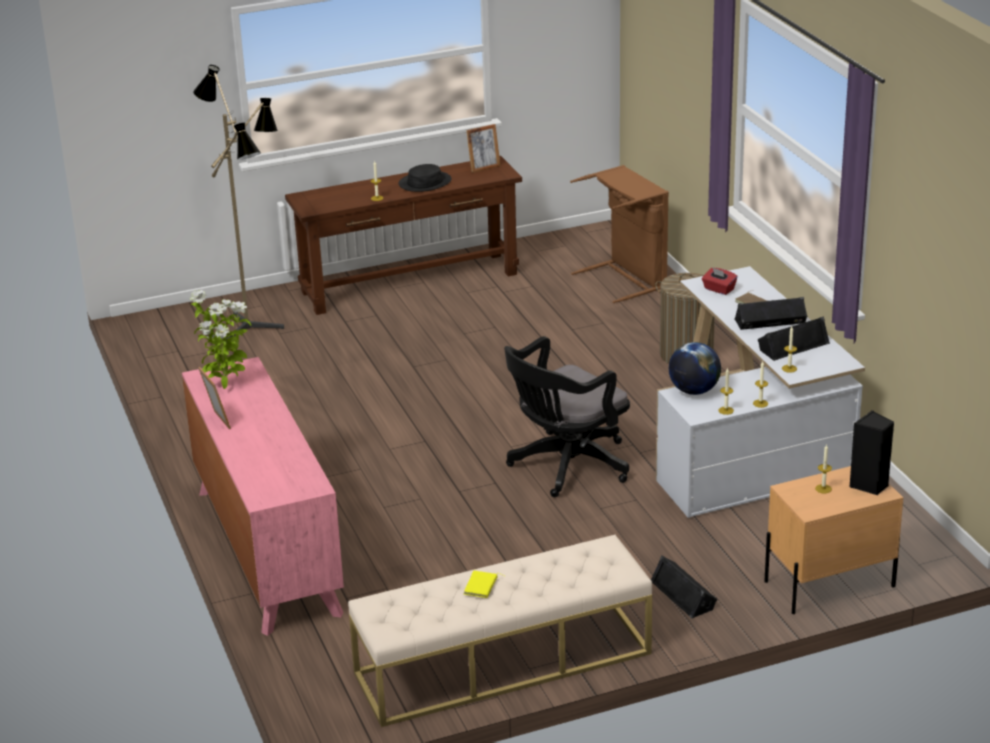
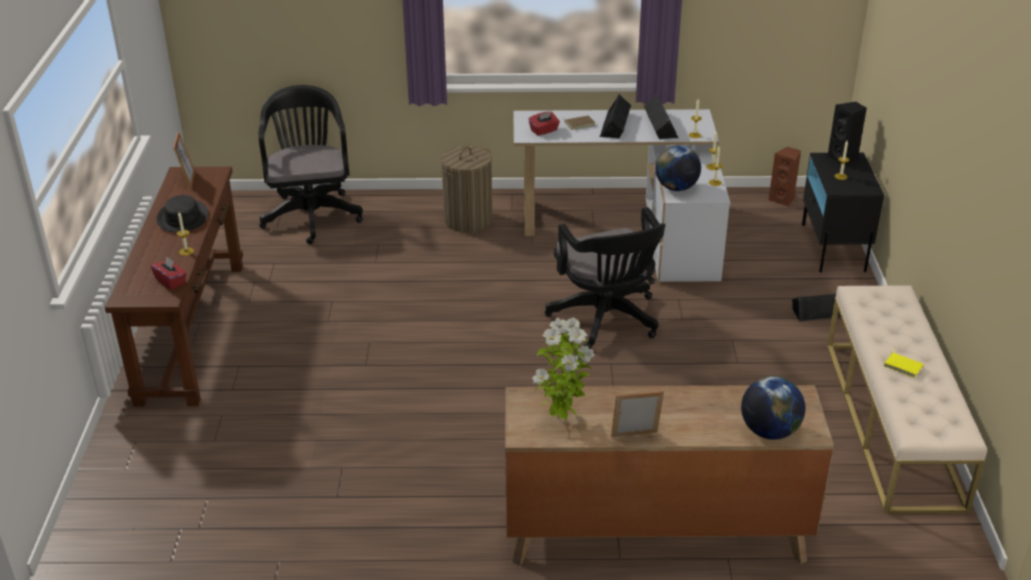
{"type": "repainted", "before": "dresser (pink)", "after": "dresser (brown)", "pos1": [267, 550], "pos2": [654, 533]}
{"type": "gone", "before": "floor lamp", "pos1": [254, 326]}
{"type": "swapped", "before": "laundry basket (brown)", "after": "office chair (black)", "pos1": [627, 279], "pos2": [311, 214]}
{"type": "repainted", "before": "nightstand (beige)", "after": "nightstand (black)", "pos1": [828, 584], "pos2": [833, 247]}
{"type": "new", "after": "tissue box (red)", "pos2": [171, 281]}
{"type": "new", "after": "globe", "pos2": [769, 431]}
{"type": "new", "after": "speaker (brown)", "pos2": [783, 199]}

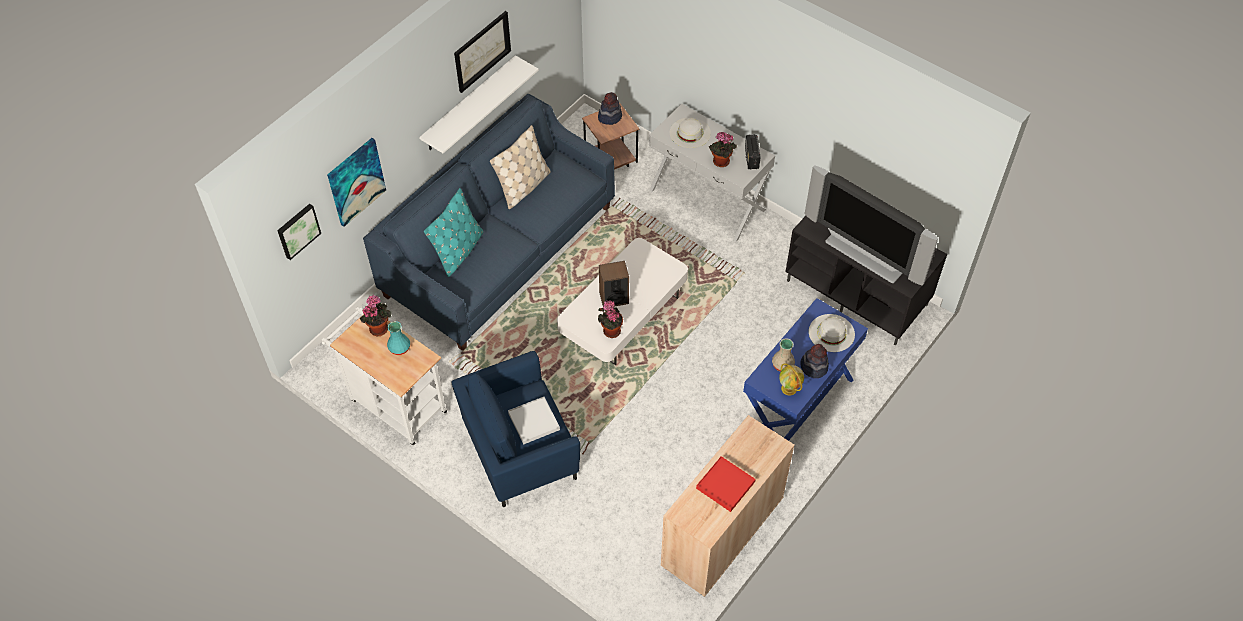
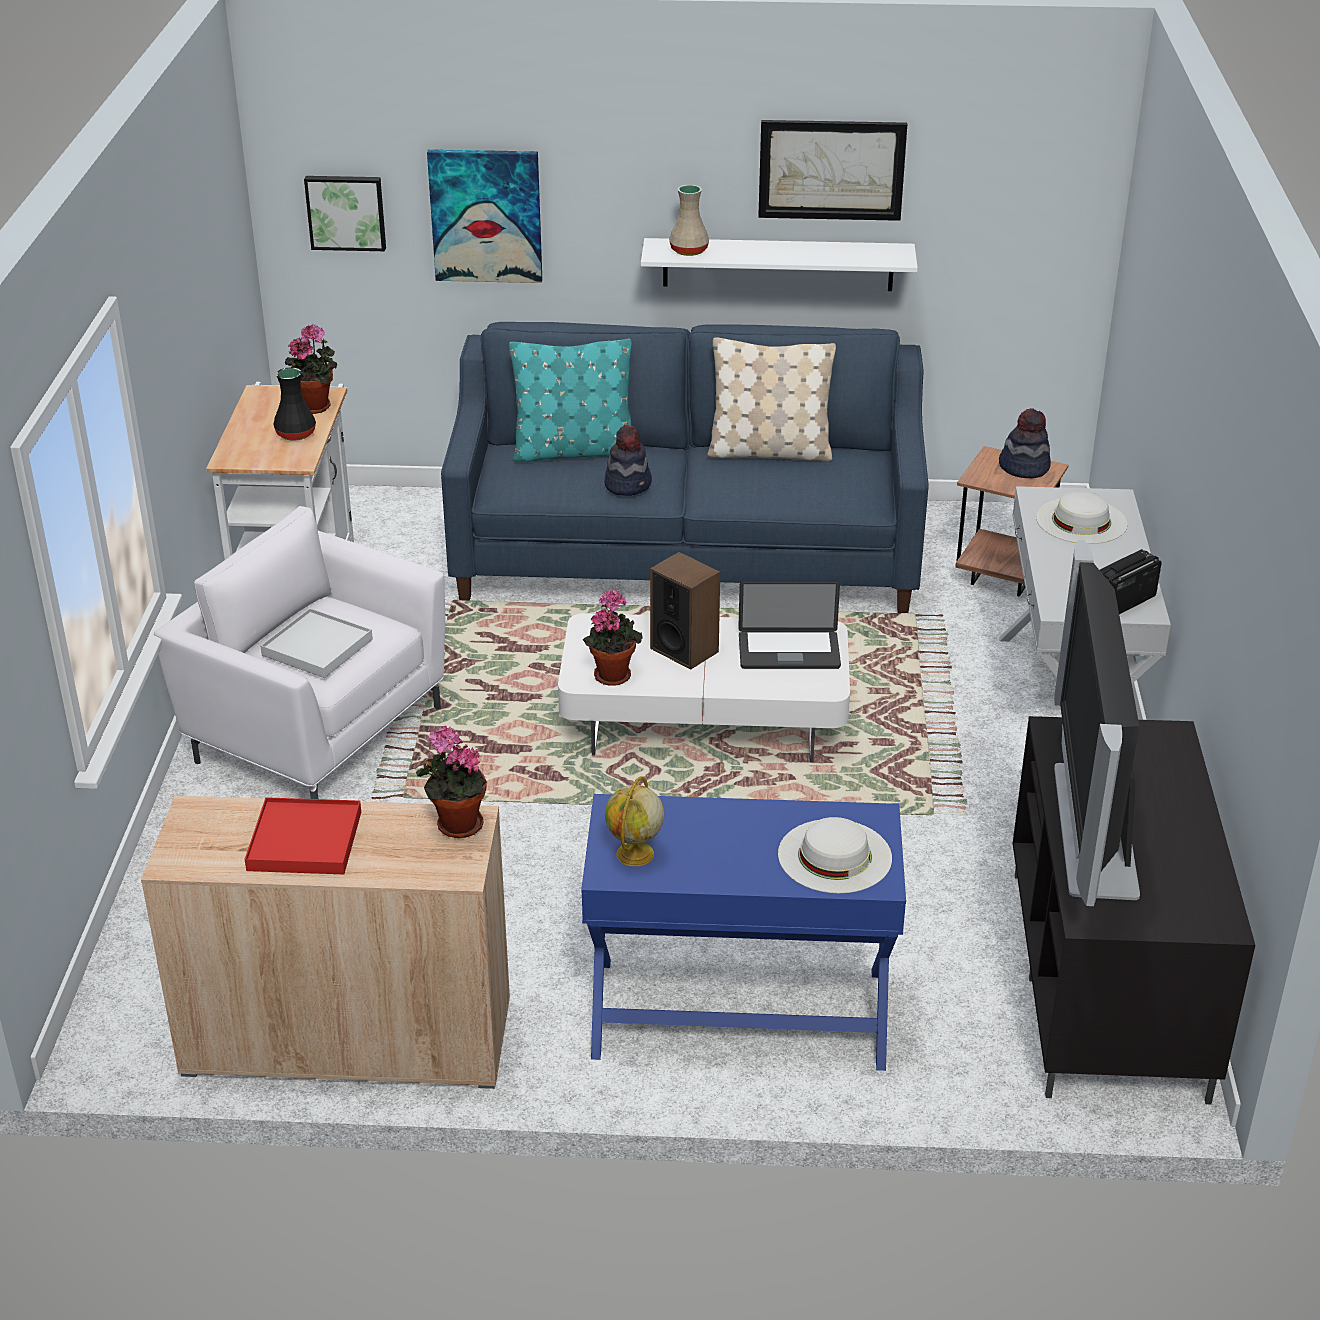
{"type": "repainted", "before": "vase (turquoise)", "after": "vase (black)", "pos1": [399, 348], "pos2": [295, 434]}
{"type": "repainted", "before": "armchair (blue)", "after": "armchair (white)", "pos1": [518, 452], "pos2": [316, 732]}
{"type": "shifted", "before": "potted plant", "pos1": [720, 162], "pos2": [455, 825]}
{"type": "shifted", "before": "vase (beige)", "pos1": [783, 365], "pos2": [688, 251]}
{"type": "shifted", "before": "hat", "pos1": [814, 367], "pos2": [628, 484]}
{"type": "new", "after": "laptop", "pos2": [789, 652]}

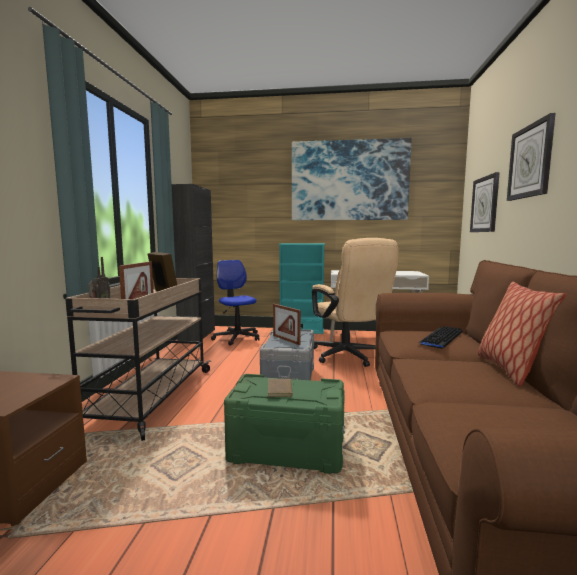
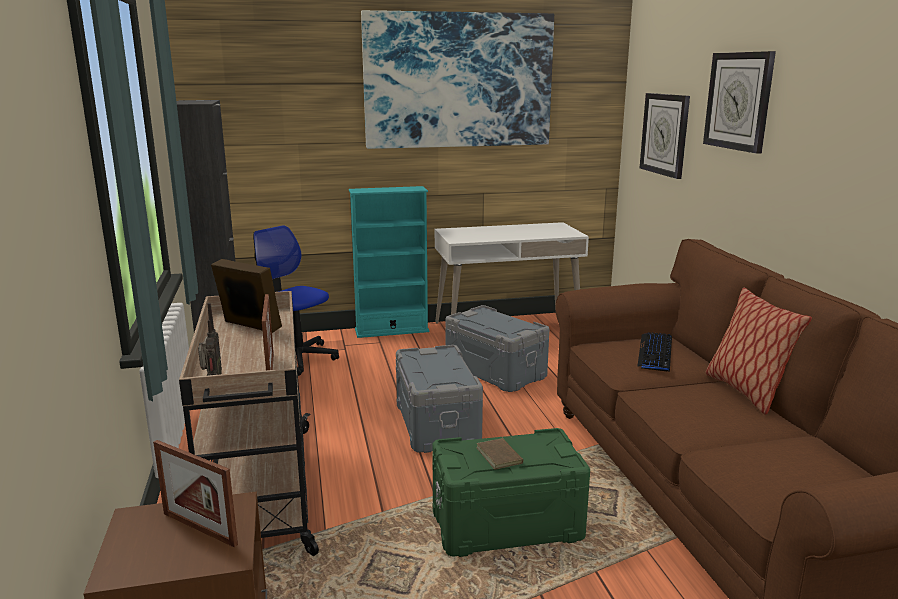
{"type": "shifted", "before": "picture frame", "pos1": [286, 340], "pos2": [199, 529]}
{"type": "swapped", "before": "office chair (beige)", "after": "storage box (grey)", "pos1": [349, 357], "pos2": [494, 371]}

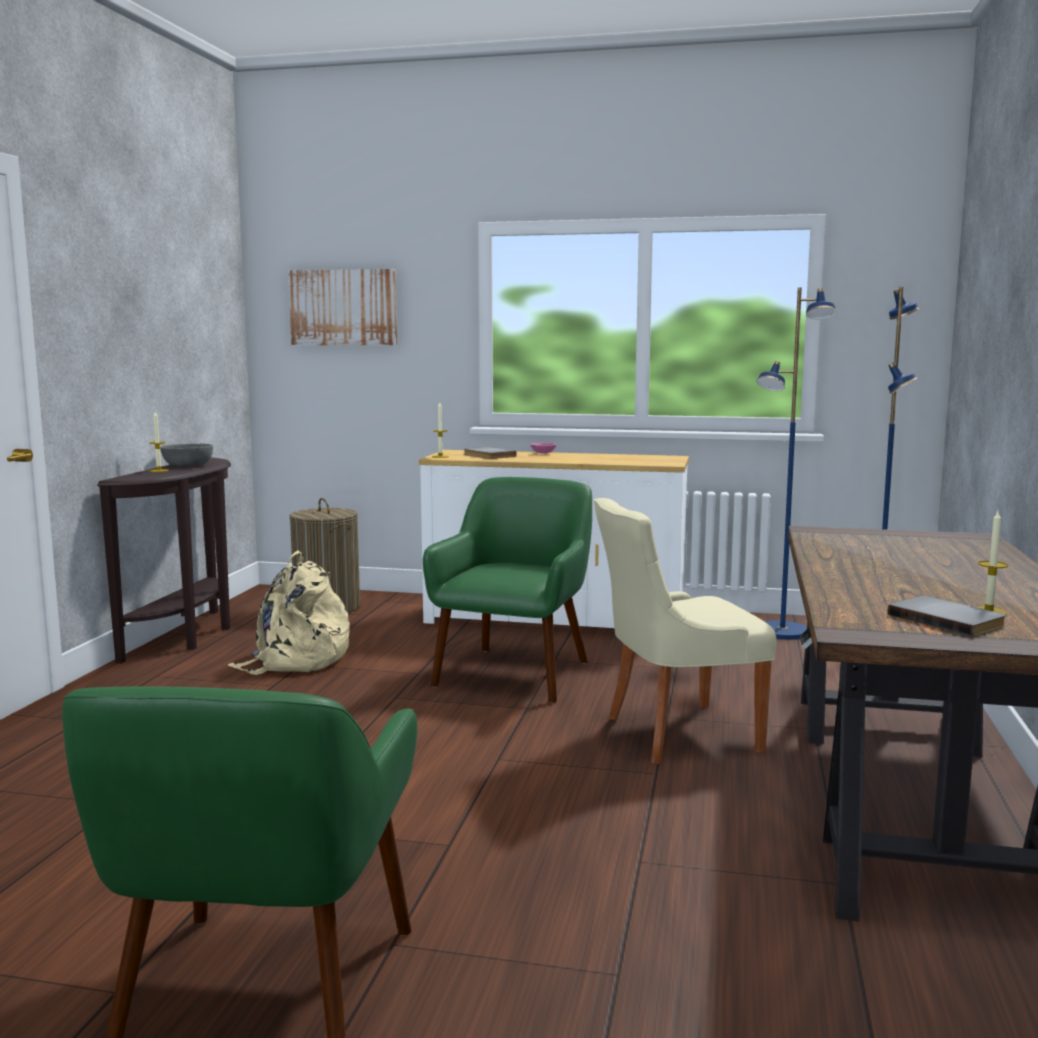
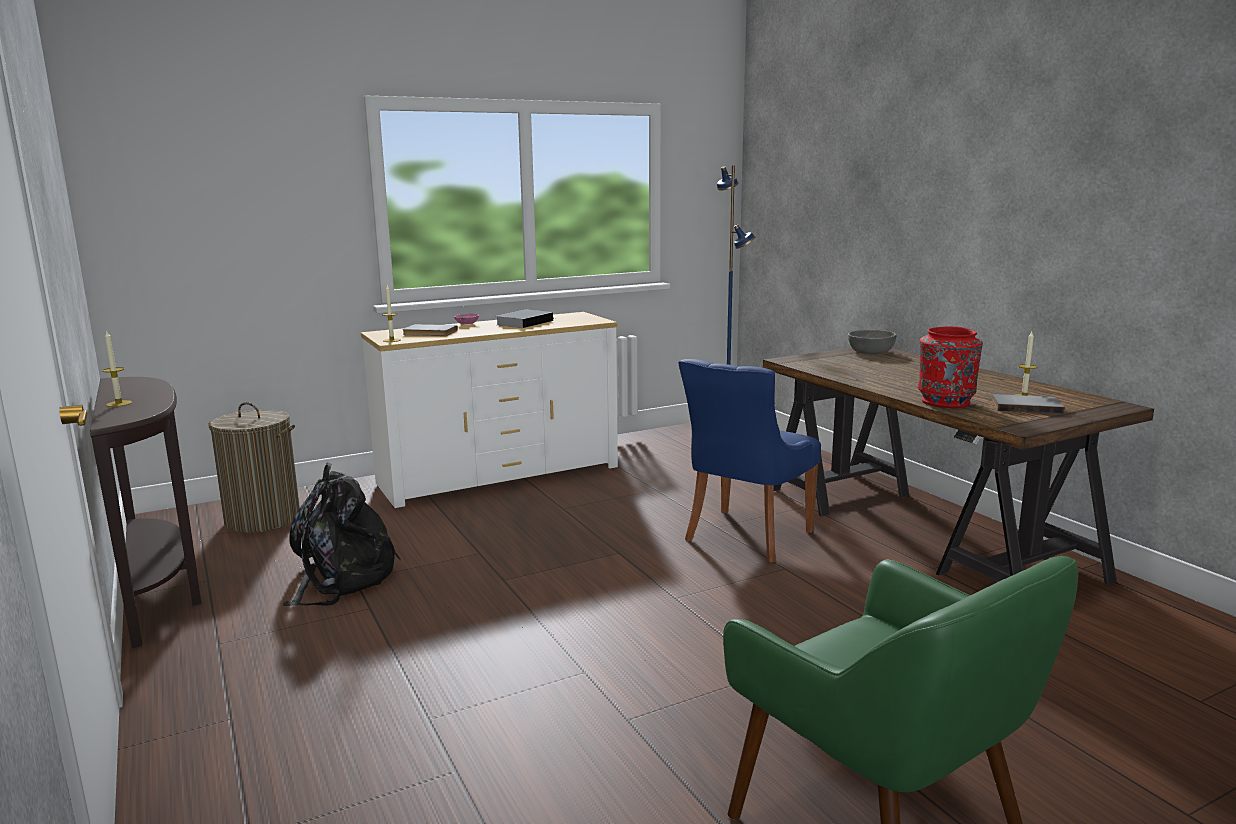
{"type": "shifted", "before": "bowl (grey)", "pos1": [187, 465], "pos2": [870, 352]}
{"type": "repainted", "before": "backpack (beige)", "after": "backpack (black)", "pos1": [296, 660], "pos2": [341, 578]}
{"type": "gone", "before": "picture", "pos1": [343, 307]}
{"type": "gone", "before": "armchair (green)", "pos1": [515, 673]}
{"type": "repainted", "before": "chair (beige)", "after": "chair (blue)", "pos1": [676, 734], "pos2": [745, 537]}
{"type": "gone", "before": "floor lamp (blue)", "pos1": [782, 632]}
{"type": "new", "after": "book", "pos2": [525, 322]}
{"type": "new", "after": "vase (red)", "pos2": [945, 402]}

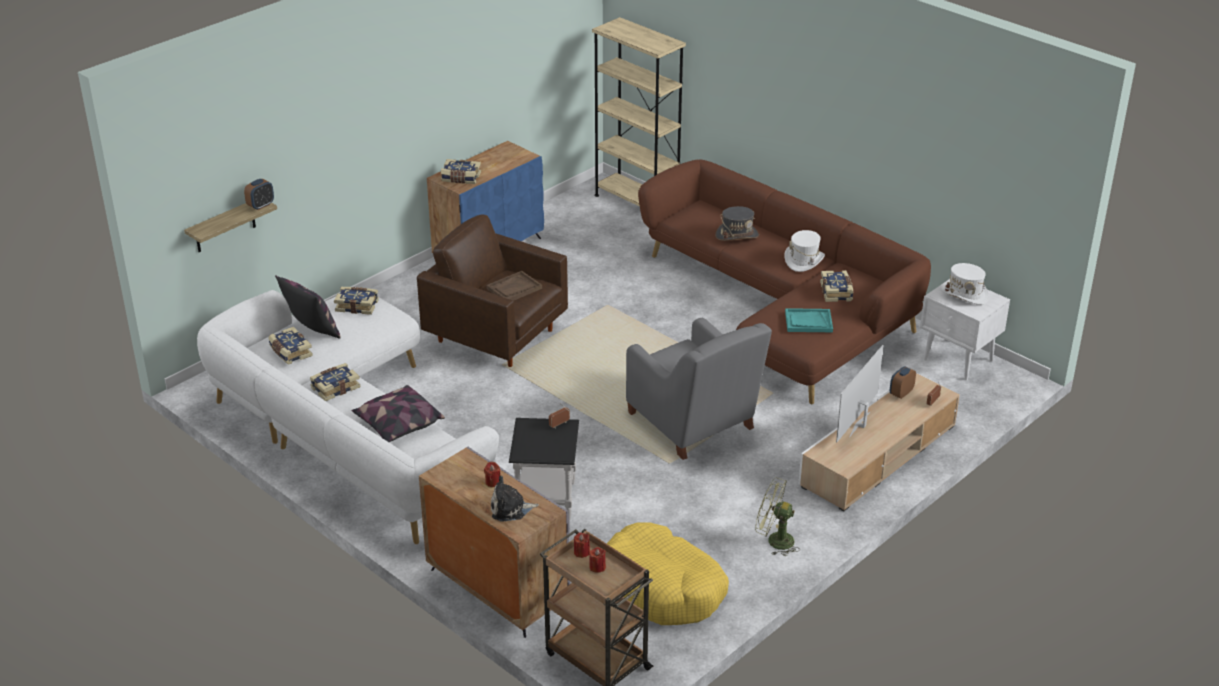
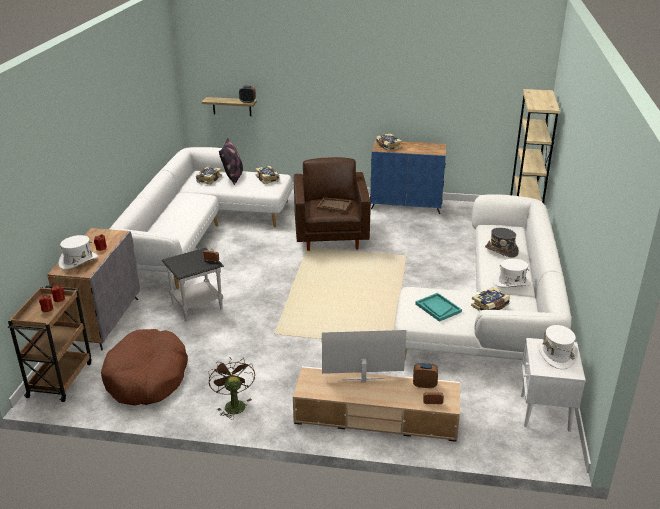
{"type": "gone", "before": "book", "pos1": [335, 387]}
{"type": "gone", "before": "pillow", "pos1": [398, 424]}
{"type": "swapped", "before": "plush toy", "after": "hat (white)", "pos1": [510, 509], "pos2": [78, 261]}
{"type": "repainted", "before": "dog bed (yellow)", "after": "dog bed (brown)", "pos1": [663, 588], "pos2": [147, 377]}
{"type": "gone", "before": "armchair (grey)", "pos1": [693, 423]}
{"type": "repainted", "before": "sofa (brown)", "after": "sofa (white)", "pos1": [783, 308], "pos2": [494, 313]}
{"type": "repainted", "before": "fan (green)", "after": "fan (brown)", "pos1": [774, 540], "pos2": [233, 404]}

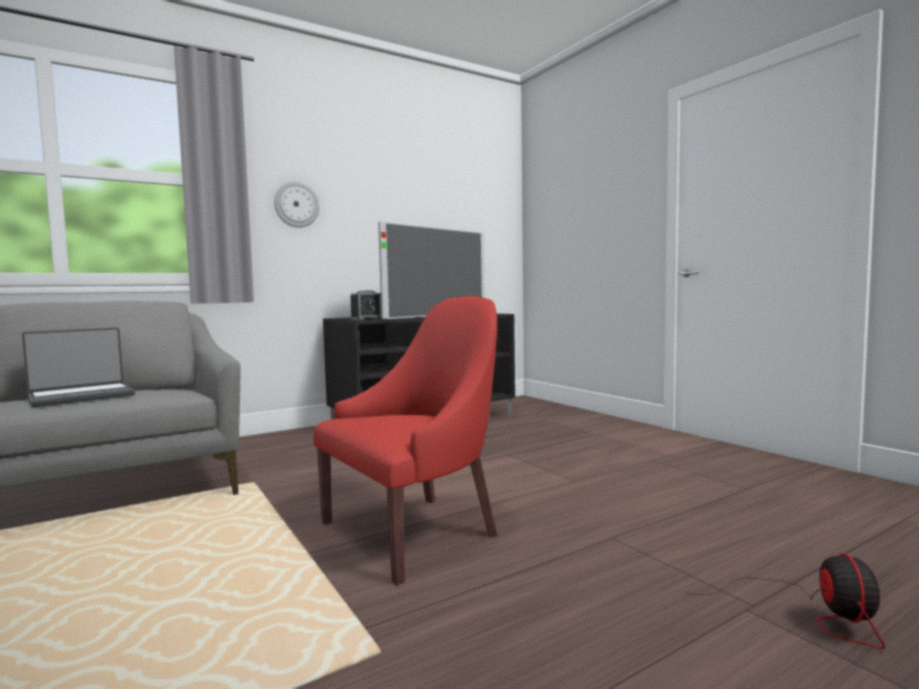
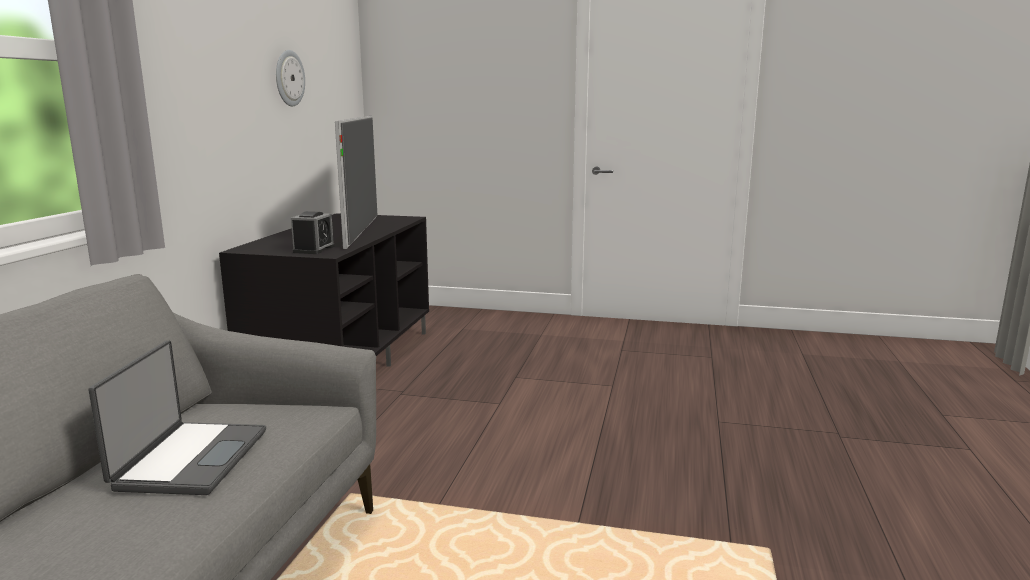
{"type": "shifted", "before": "wall clock", "pos1": [296, 205], "pos2": [289, 78]}
{"type": "gone", "before": "armchair (red)", "pos1": [414, 531]}
{"type": "gone", "before": "fan", "pos1": [810, 614]}

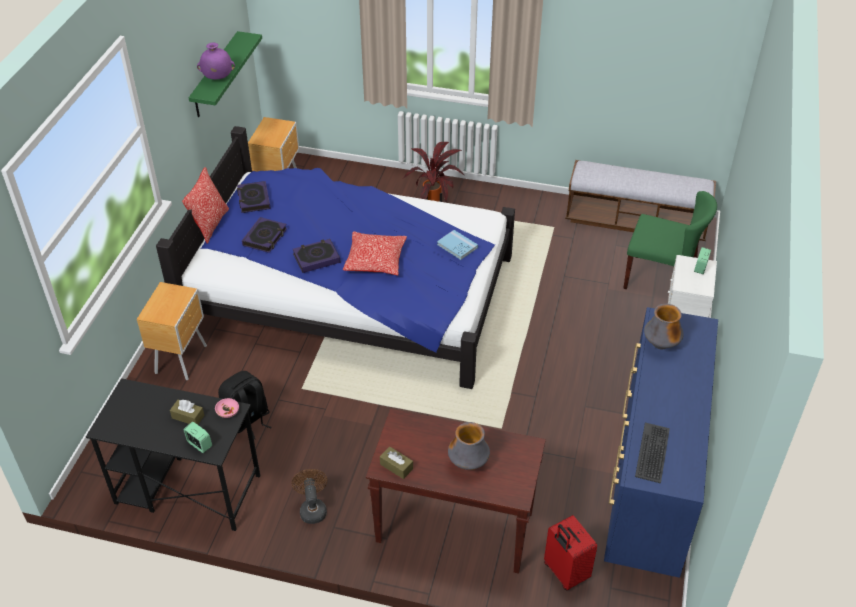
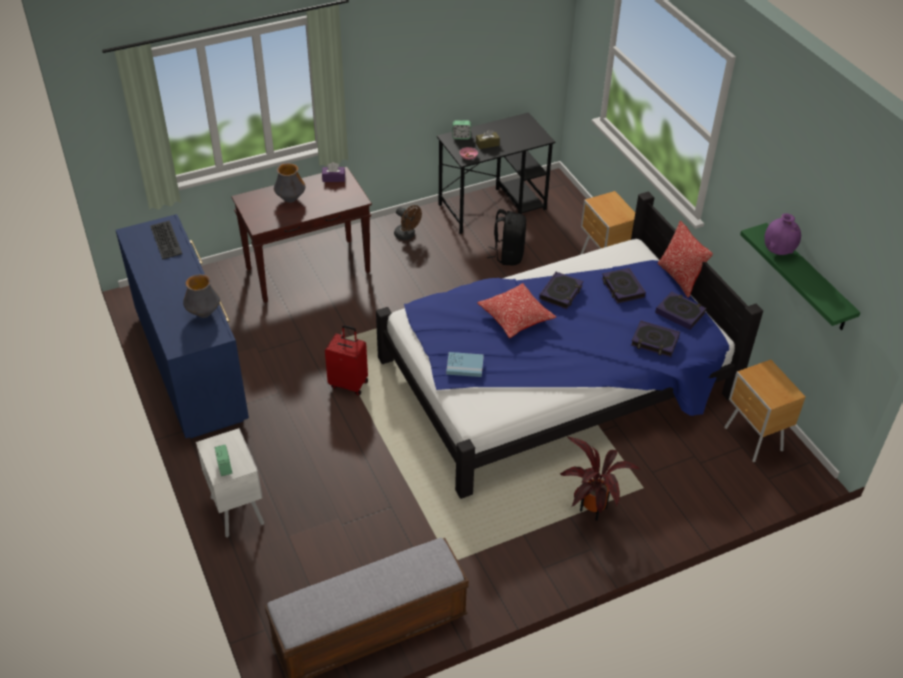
{"type": "repainted", "before": "tissue box (brown)", "after": "tissue box (purple)", "pos1": [396, 466], "pos2": [333, 178]}
{"type": "shifted", "before": "suitcase (red)", "pos1": [565, 572], "pos2": [349, 383]}
{"type": "gone", "before": "chair (green)", "pos1": [660, 279]}
{"type": "new", "after": "book", "pos2": [654, 341]}

